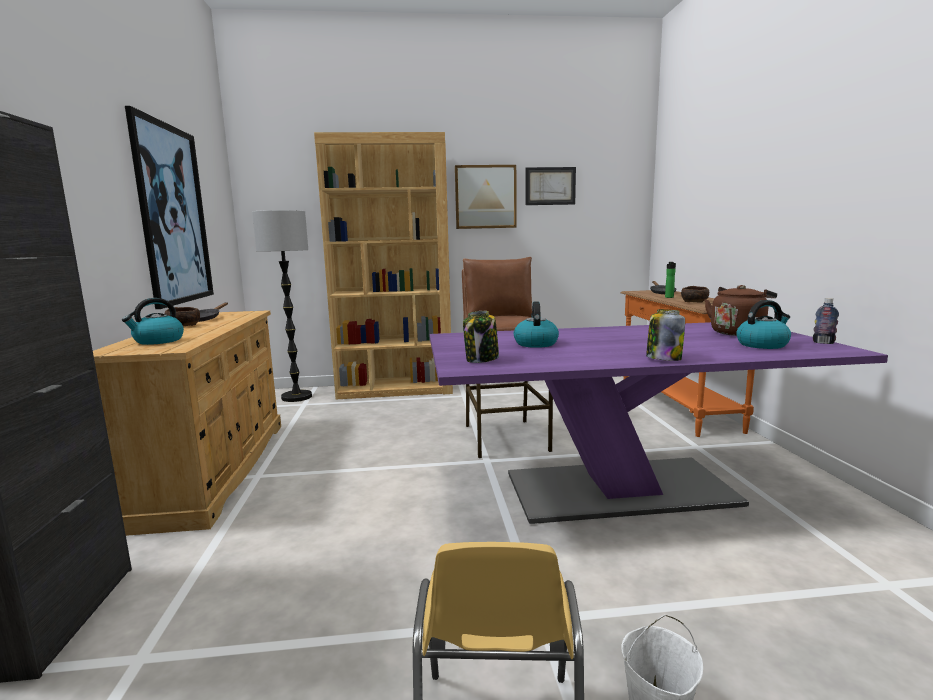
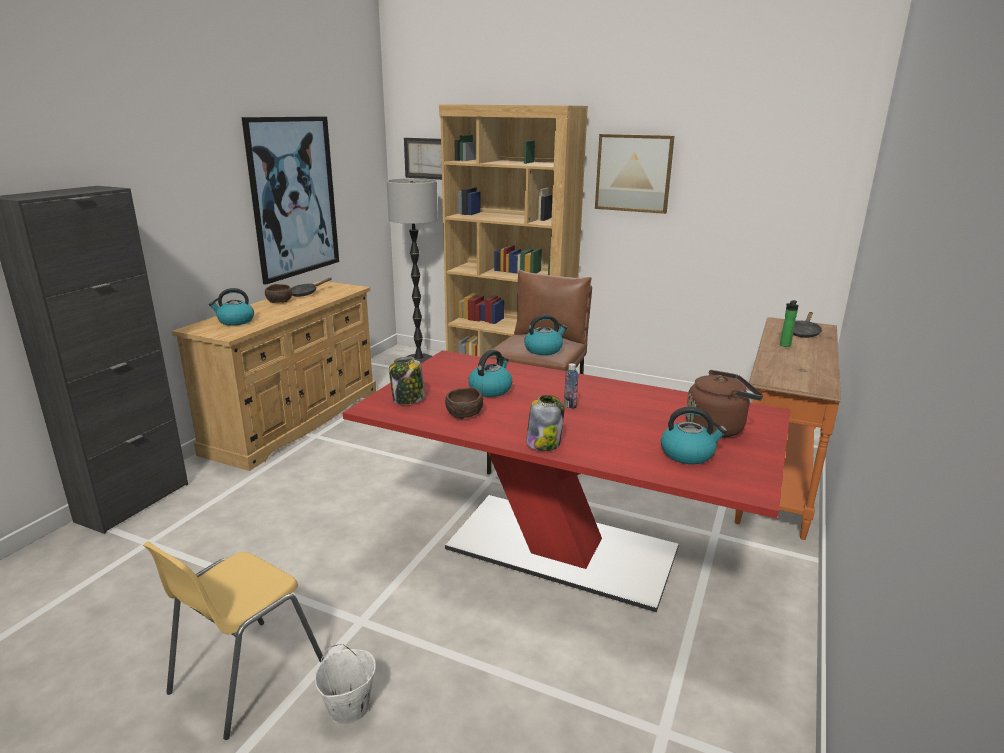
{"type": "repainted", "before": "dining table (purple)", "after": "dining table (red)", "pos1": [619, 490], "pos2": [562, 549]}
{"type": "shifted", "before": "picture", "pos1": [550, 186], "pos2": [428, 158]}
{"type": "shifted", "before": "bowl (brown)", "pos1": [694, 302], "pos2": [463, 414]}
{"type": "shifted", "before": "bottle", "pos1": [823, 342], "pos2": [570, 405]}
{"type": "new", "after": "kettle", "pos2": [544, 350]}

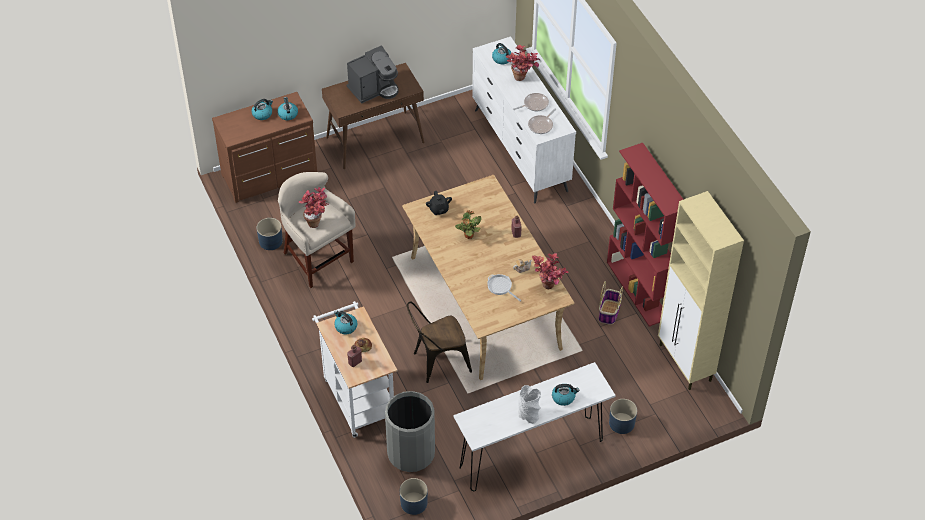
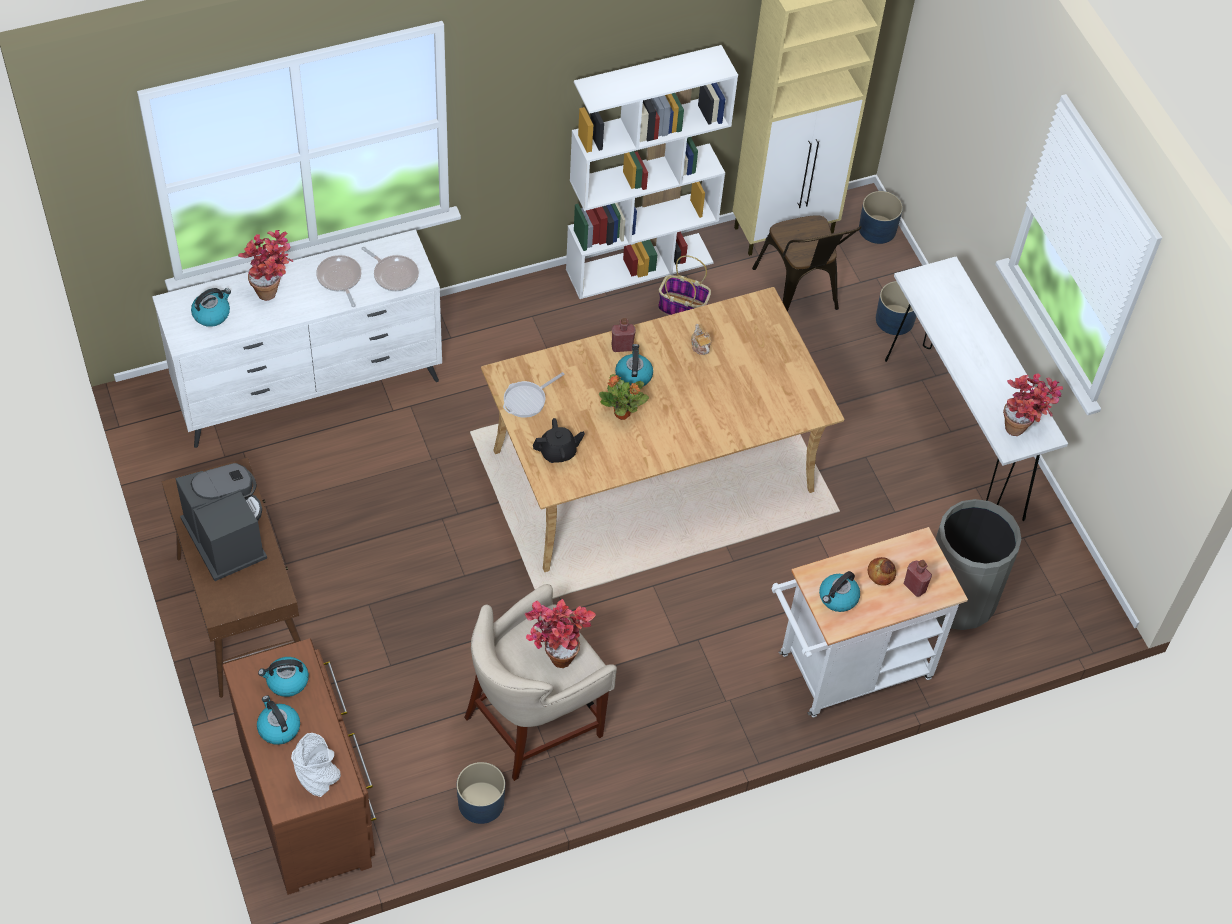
{"type": "shifted", "before": "planter (blue)", "pos1": [413, 503], "pos2": [877, 229]}
{"type": "shifted", "before": "chair (brown)", "pos1": [437, 362], "pos2": [800, 293]}
{"type": "shifted", "before": "frying pan", "pos1": [500, 287], "pos2": [527, 400]}
{"type": "shifted", "before": "vase (grey)", "pos1": [528, 413], "pos2": [317, 779]}
{"type": "shifted", "before": "potted plant", "pos1": [548, 288], "pos2": [1022, 428]}
{"type": "shifted", "before": "kettle", "pos1": [563, 397], "pos2": [633, 375]}
{"type": "repainted", "before": "bookcase (red)", "after": "bookcase (white)", "pos1": [639, 290], "pos2": [640, 265]}

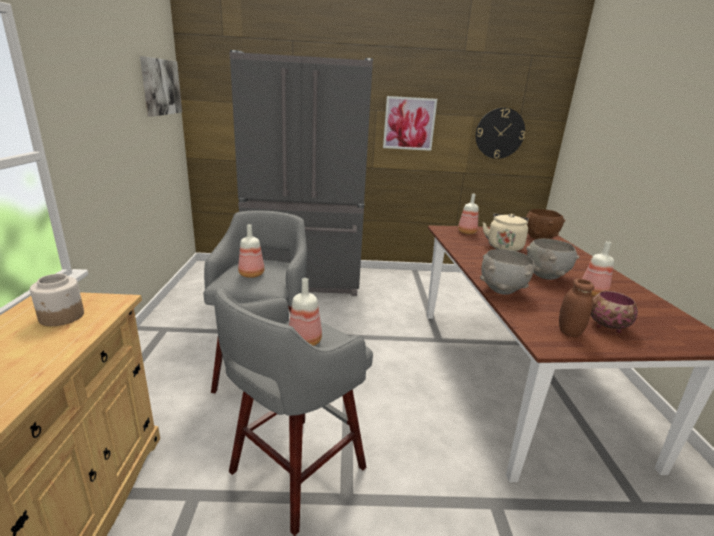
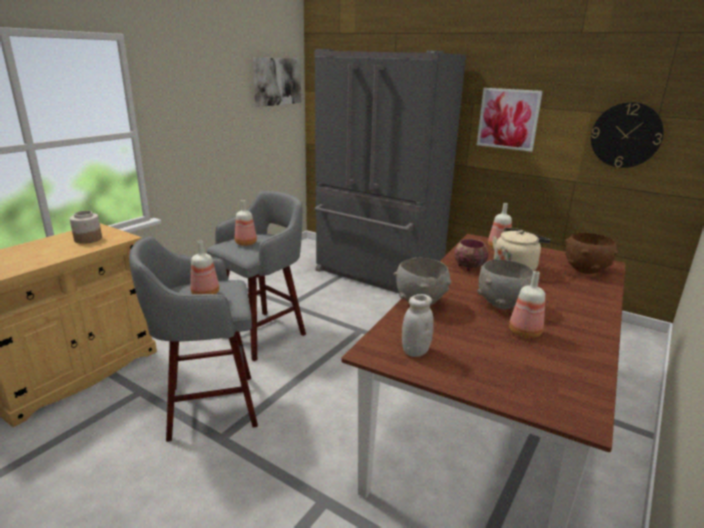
{"type": "repainted", "before": "jar (brown)", "after": "jar (white)", "pos1": [569, 331], "pos2": [415, 351]}
{"type": "shifted", "before": "bowl", "pos1": [606, 326], "pos2": [468, 267]}

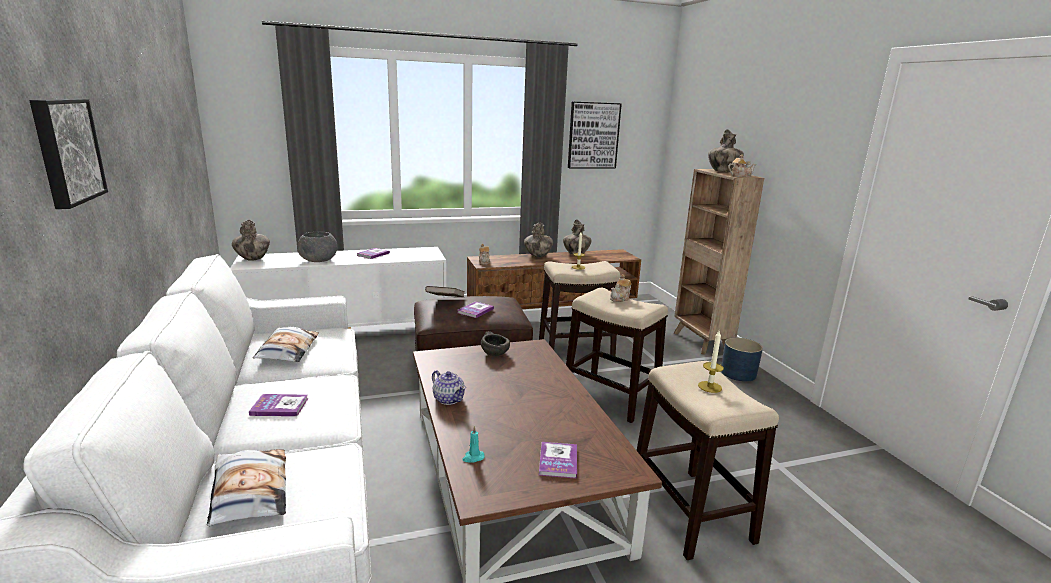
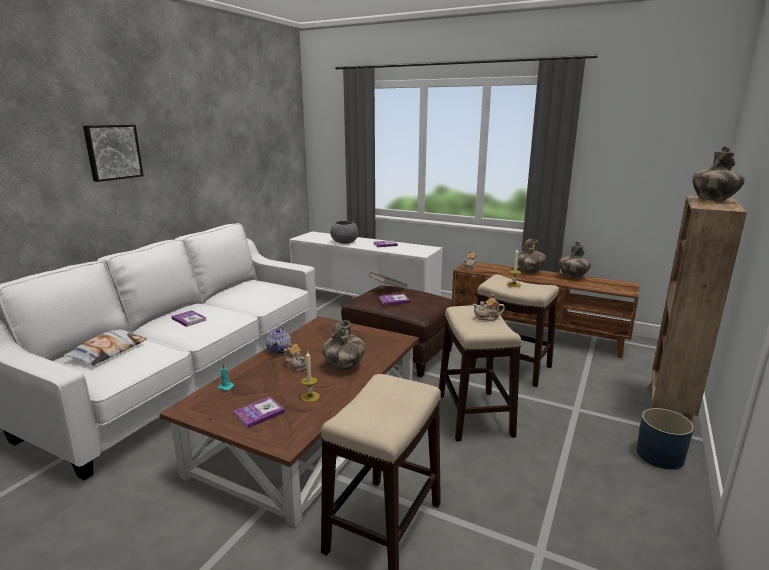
{"type": "shifted", "before": "vase", "pos1": [253, 259], "pos2": [344, 366]}
{"type": "gone", "before": "pillow", "pos1": [287, 350]}
{"type": "gone", "before": "bowl (grey)", "pos1": [495, 353]}
{"type": "gone", "before": "picture", "pos1": [593, 135]}
{"type": "shifted", "before": "candle", "pos1": [709, 387], "pos2": [310, 397]}
{"type": "shifted", "before": "teapot", "pos1": [740, 176], "pos2": [296, 366]}

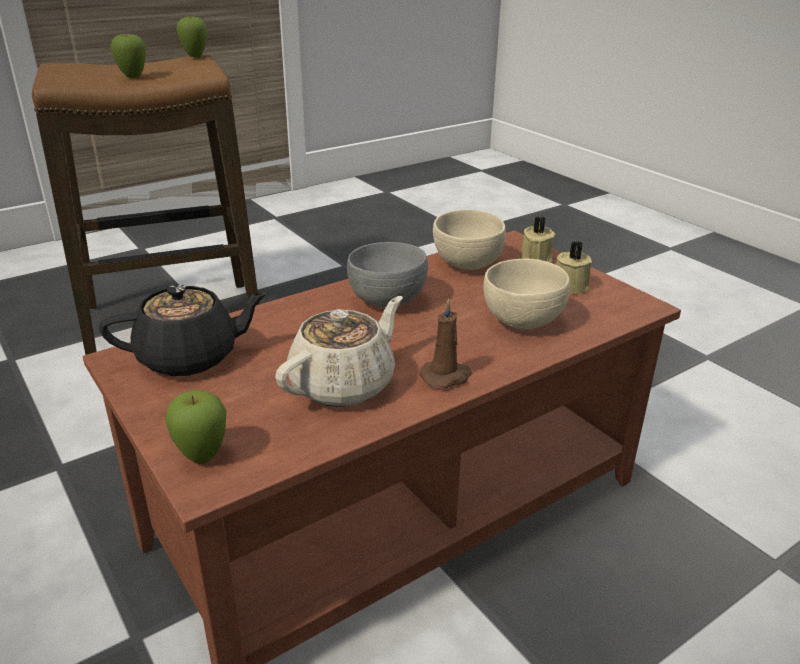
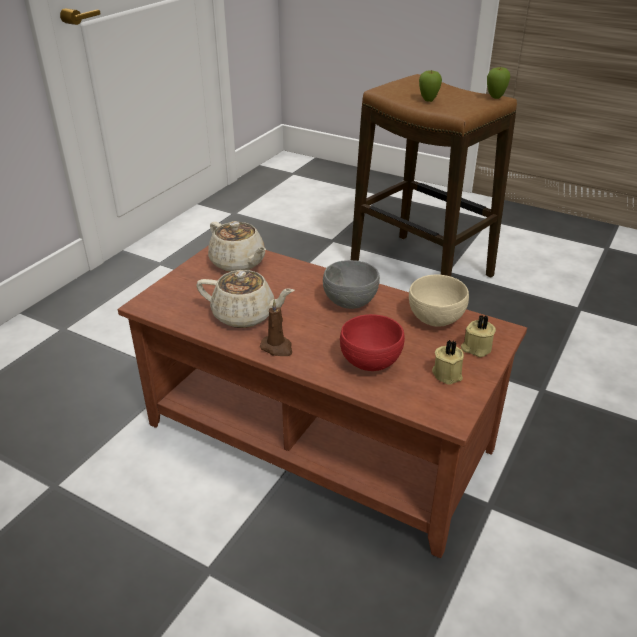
{"type": "repainted", "before": "teapot (black)", "after": "teapot (beige)", "pos1": [190, 357], "pos2": [238, 263]}
{"type": "gone", "before": "apple", "pos1": [202, 457]}
{"type": "repainted", "before": "bowl (beige)", "after": "bowl (red)", "pos1": [524, 322], "pos2": [370, 363]}

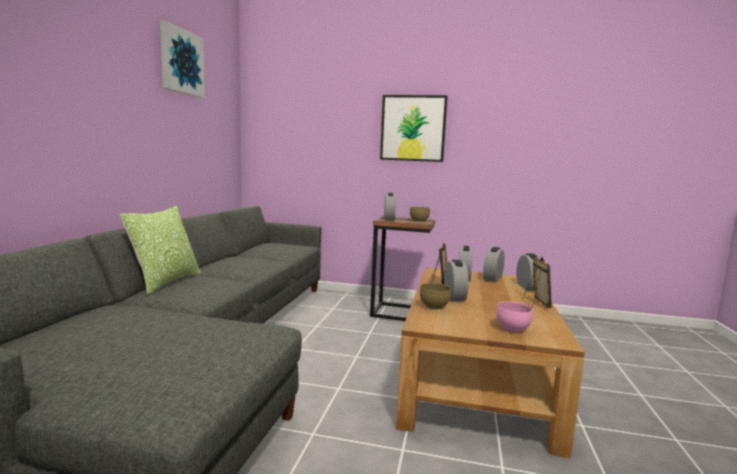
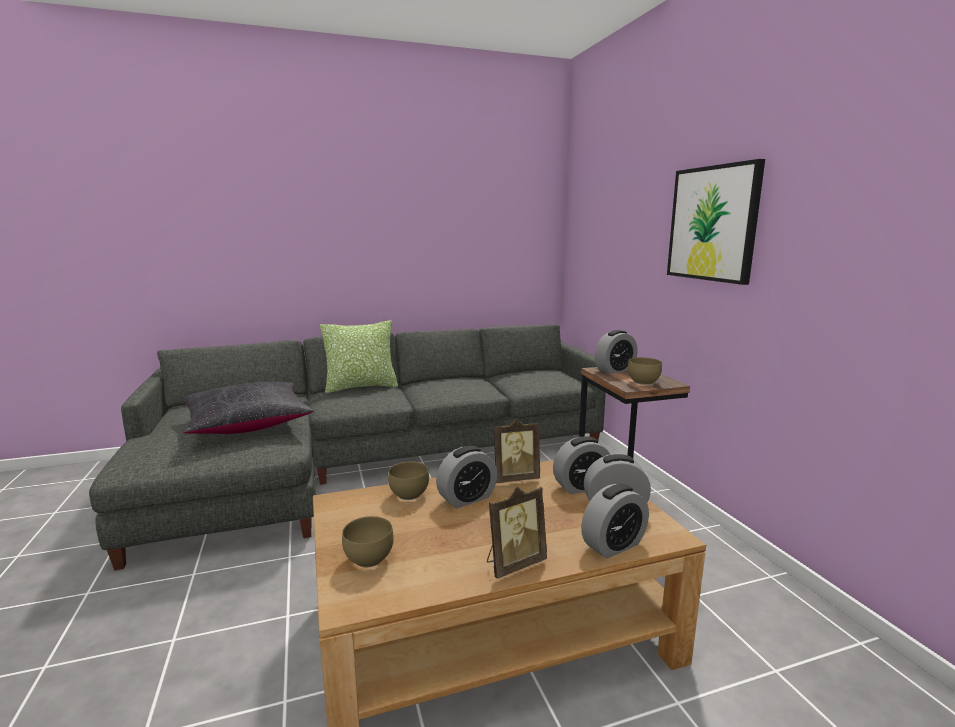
{"type": "gone", "before": "picture", "pos1": [181, 62]}
{"type": "repainted", "before": "bowl (pink)", "after": "bowl (brown)", "pos1": [513, 329], "pos2": [369, 560]}
{"type": "new", "after": "pillow (black)", "pos2": [248, 423]}

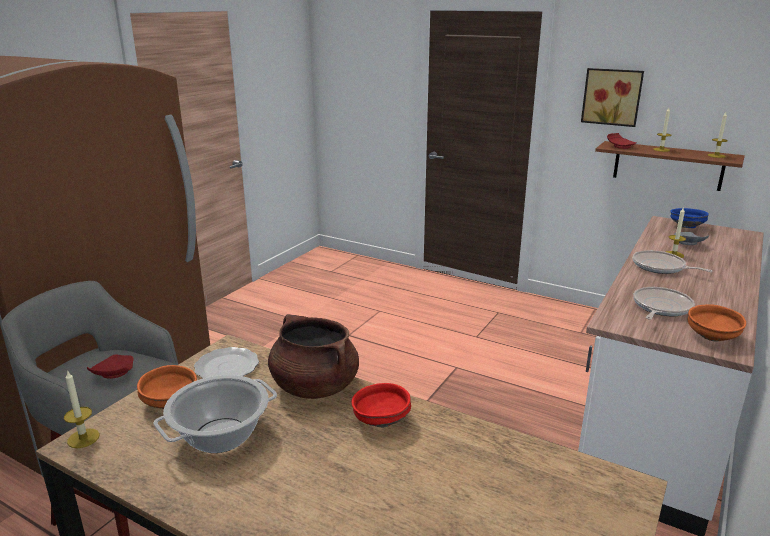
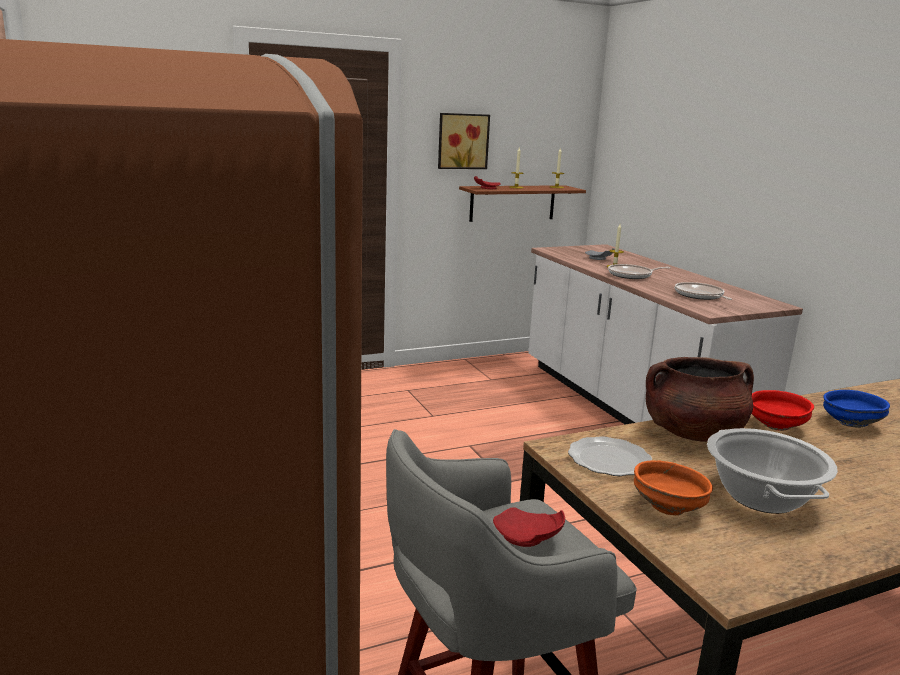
{"type": "gone", "before": "candle", "pos1": [83, 438]}
{"type": "shifted", "before": "bowl (blue)", "pos1": [686, 226], "pos2": [849, 423]}
{"type": "gone", "before": "bowl (orange)", "pos1": [711, 337]}

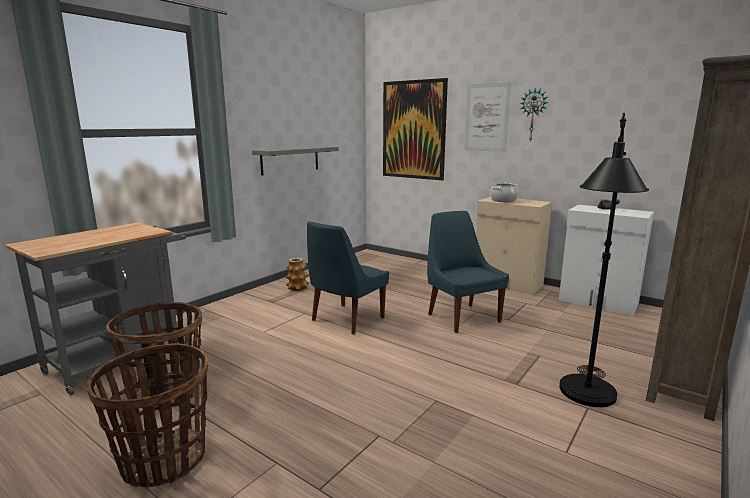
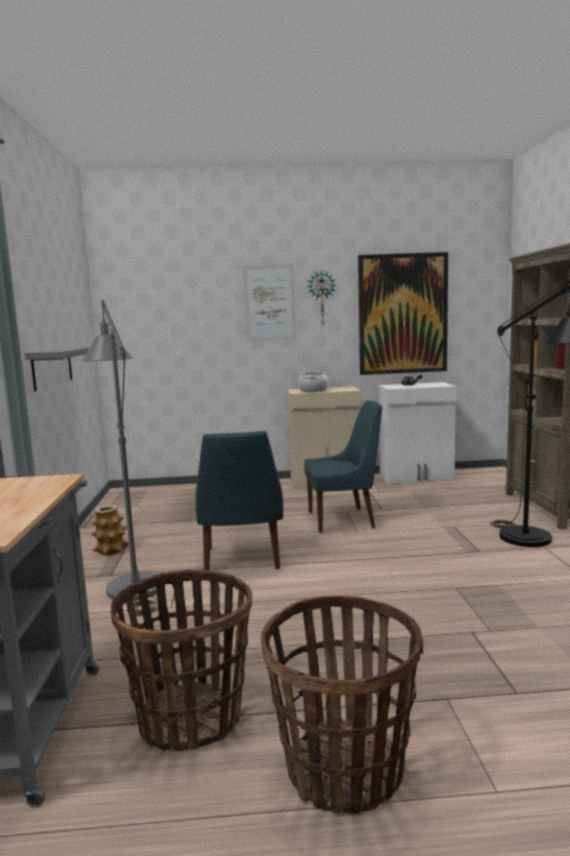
{"type": "shifted", "before": "picture", "pos1": [413, 130], "pos2": [403, 314]}
{"type": "rotated", "before": "chair (blue)", "pos1": [462, 317], "pos2": [344, 519], "turn": 150}
{"type": "new", "after": "floor lamp (grey)", "pos2": [133, 581]}

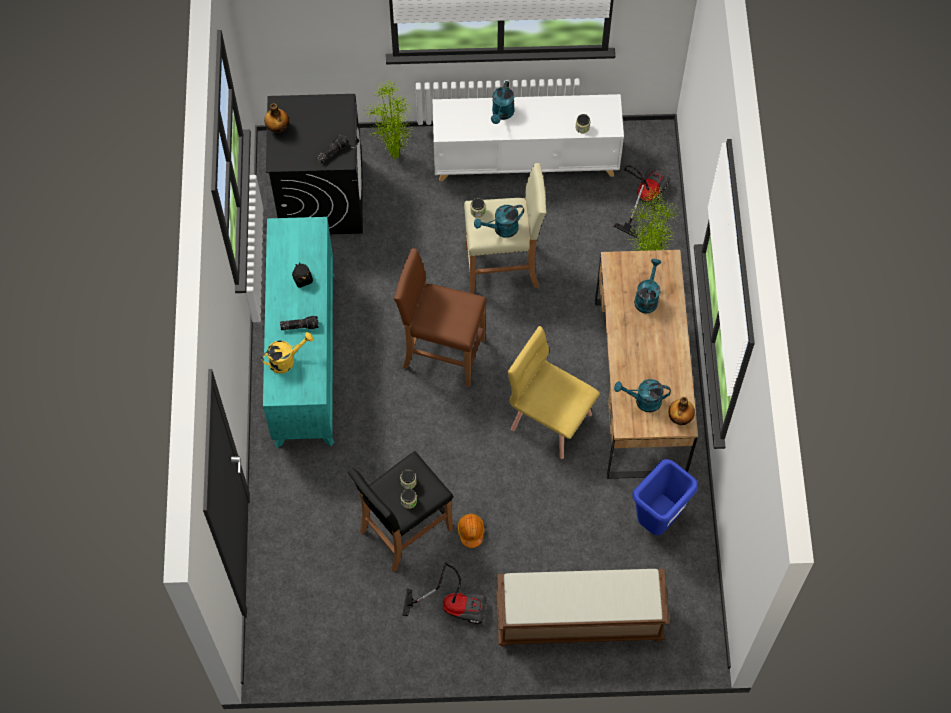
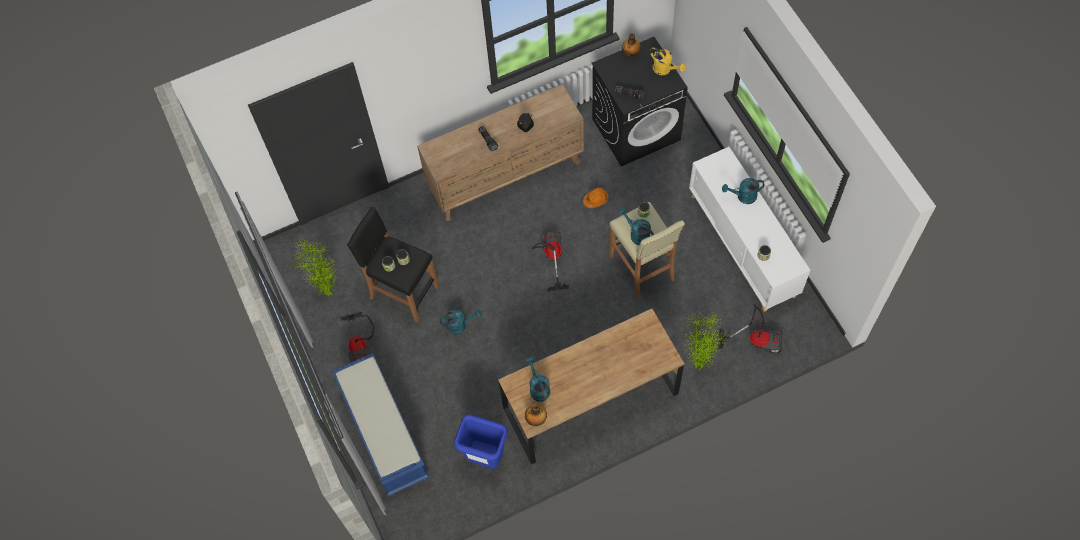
{"type": "shifted", "before": "watering can (yellow)", "pos1": [286, 360], "pos2": [665, 69]}
{"type": "repainted", "before": "dresser (turquoise)", "after": "dresser (brown)", "pos1": [304, 357], "pos2": [505, 174]}
{"type": "shifted", "before": "potted plant", "pos1": [393, 157], "pos2": [327, 292]}
{"type": "swapped", "before": "stool (brown)", "after": "vacuum cleaner", "pos1": [442, 353], "pos2": [551, 258]}
{"type": "shifted", "before": "hard hat (orange)", "pos1": [471, 531], "pos2": [595, 199]}
{"type": "repainted", "before": "bench (brown)", "after": "bench (blue)", "pos1": [578, 620], "pos2": [383, 433]}
{"type": "gone", "before": "chair (yellow)", "pos1": [551, 420]}
{"type": "shifted", "before": "watering can (turquoise)", "pos1": [647, 297], "pos2": [460, 325]}

